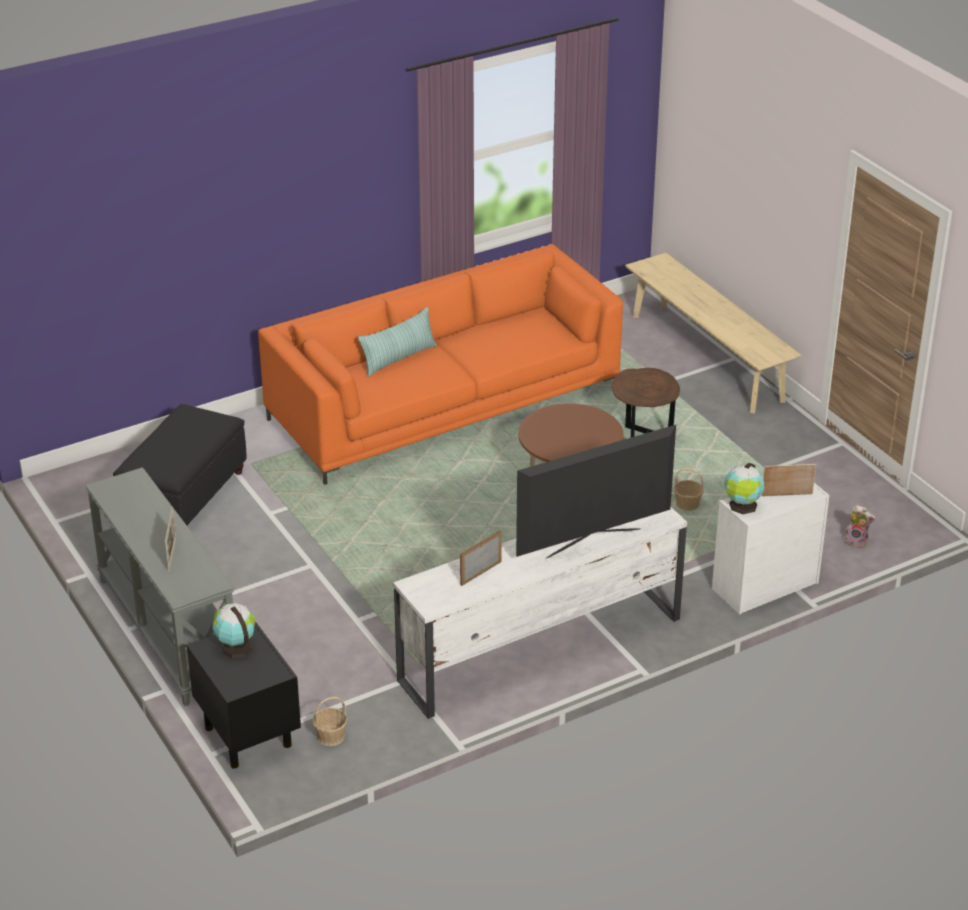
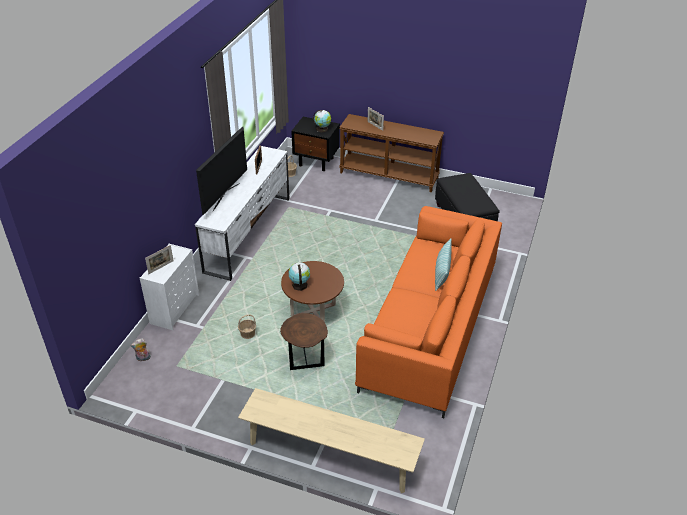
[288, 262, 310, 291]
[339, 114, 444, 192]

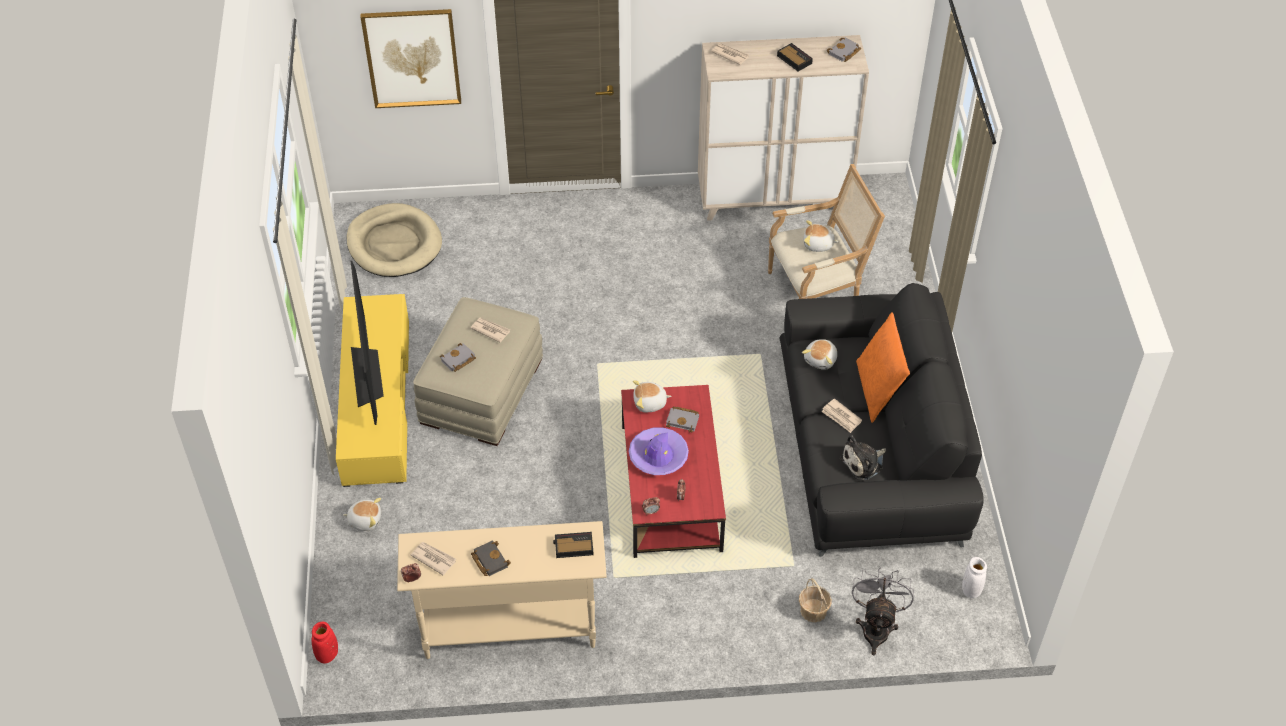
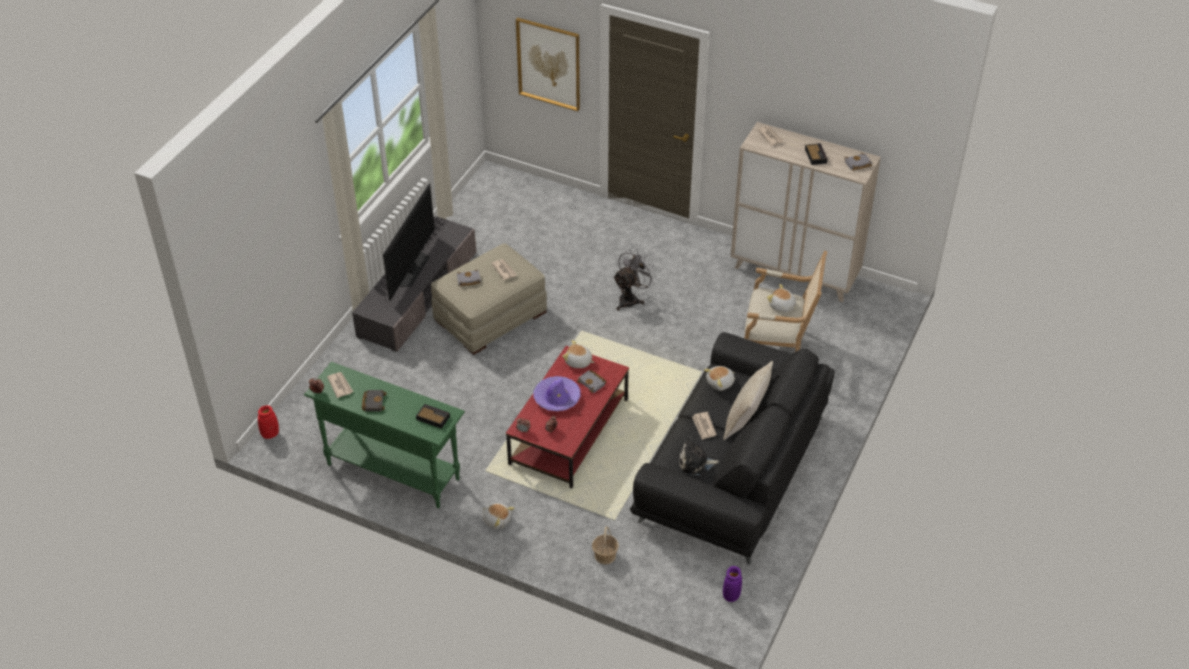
[347, 203, 442, 277] (first image)
[352, 216, 476, 352]
[723, 361, 773, 440]
[482, 503, 515, 529]
[304, 362, 465, 508]
[723, 566, 742, 602]
[613, 249, 657, 311]

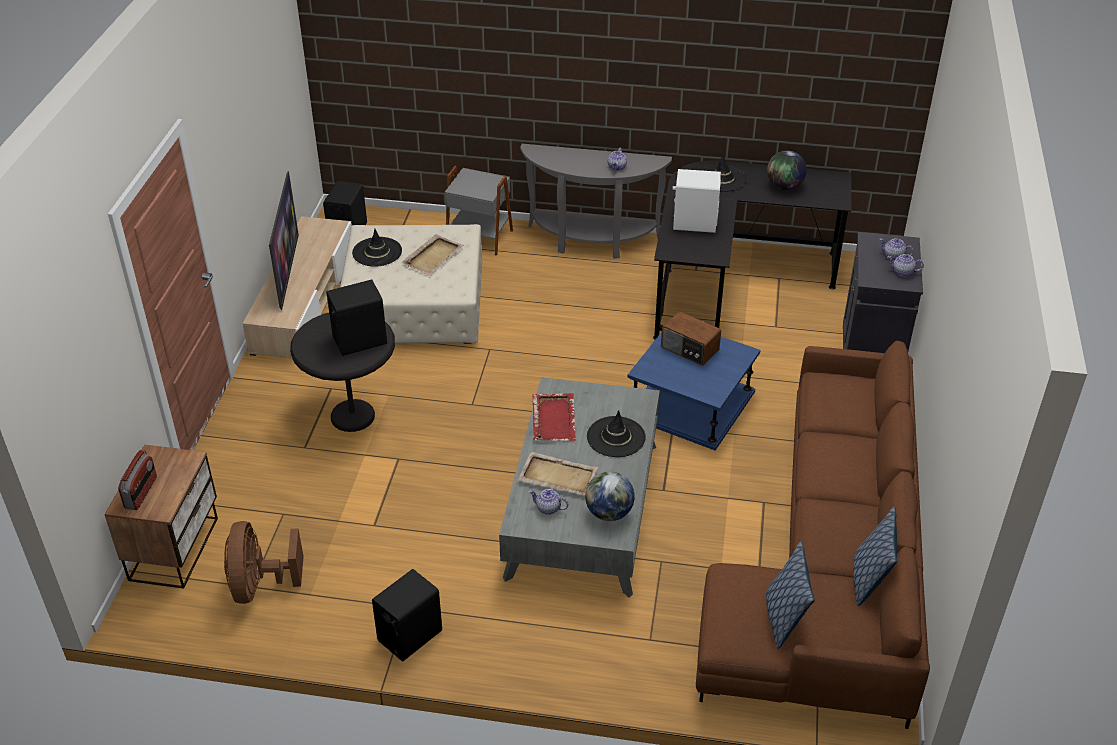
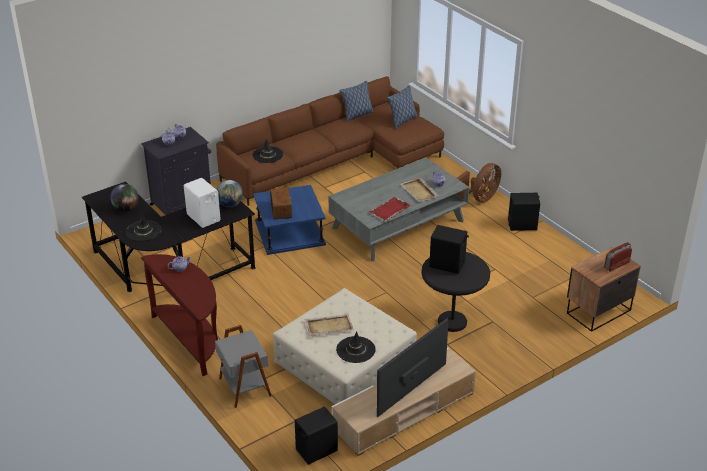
[141, 254, 218, 376]
[252, 139, 283, 163]
[216, 180, 243, 207]
[457, 163, 501, 202]

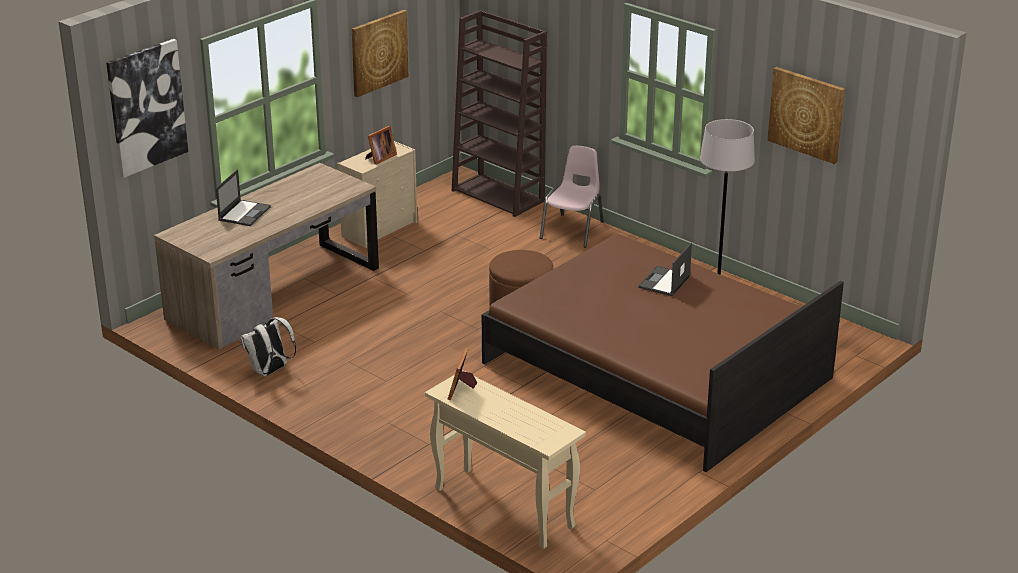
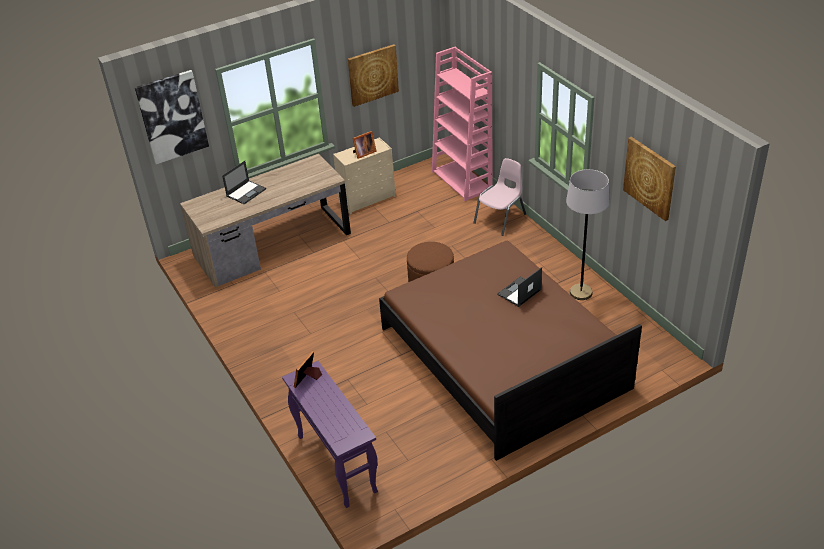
[432, 47, 493, 201]
[240, 317, 296, 377] (first image)
[282, 361, 378, 508]

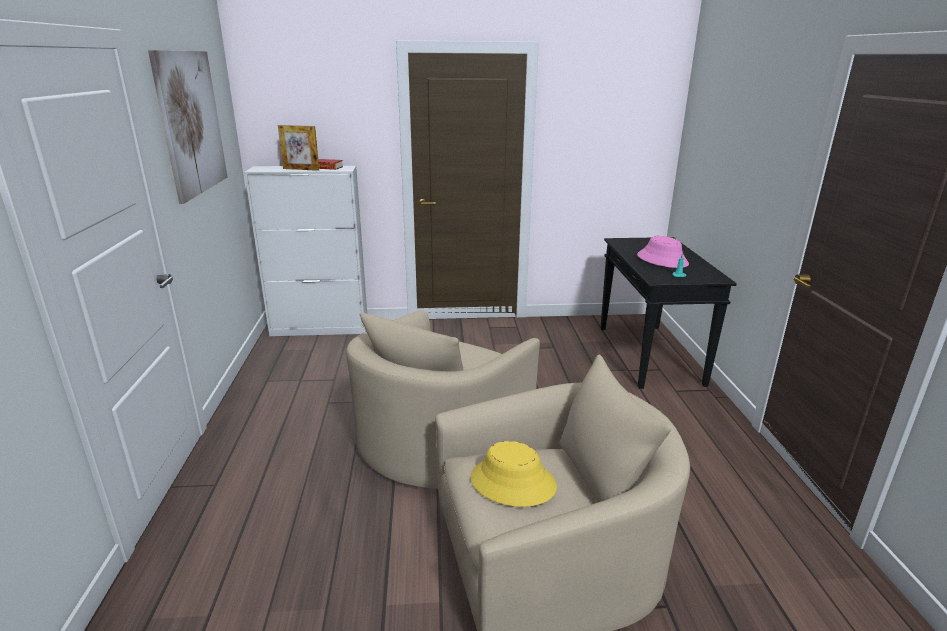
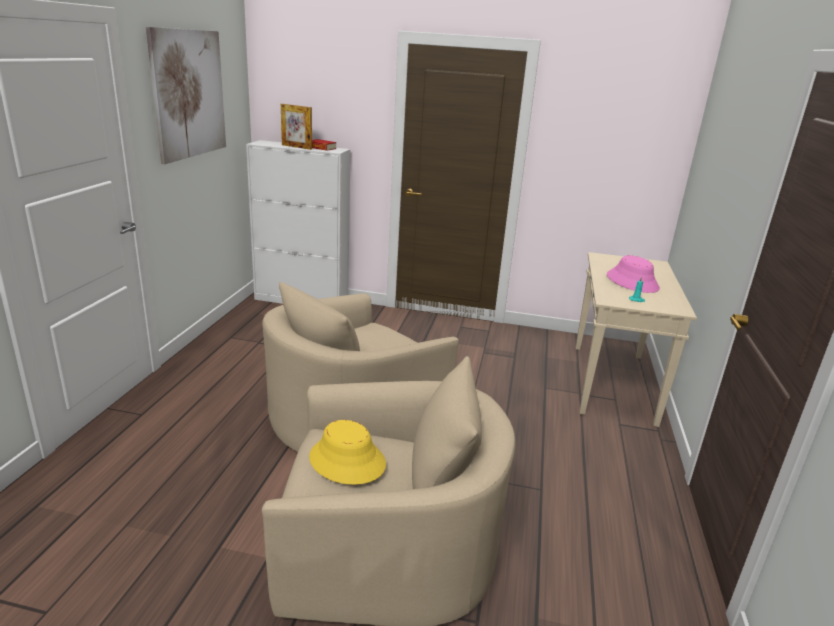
[576, 252, 697, 427]

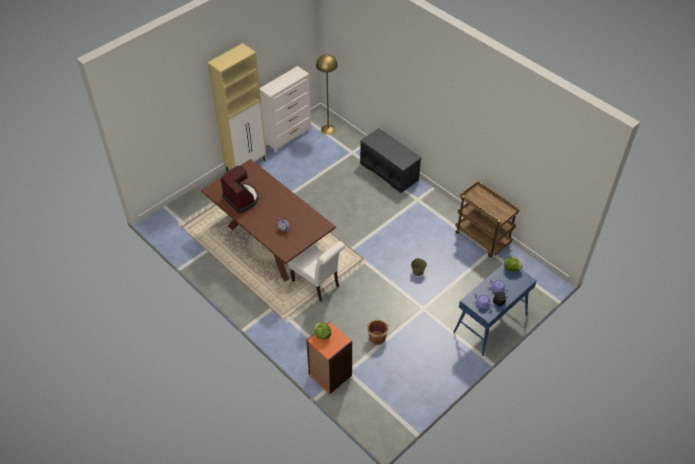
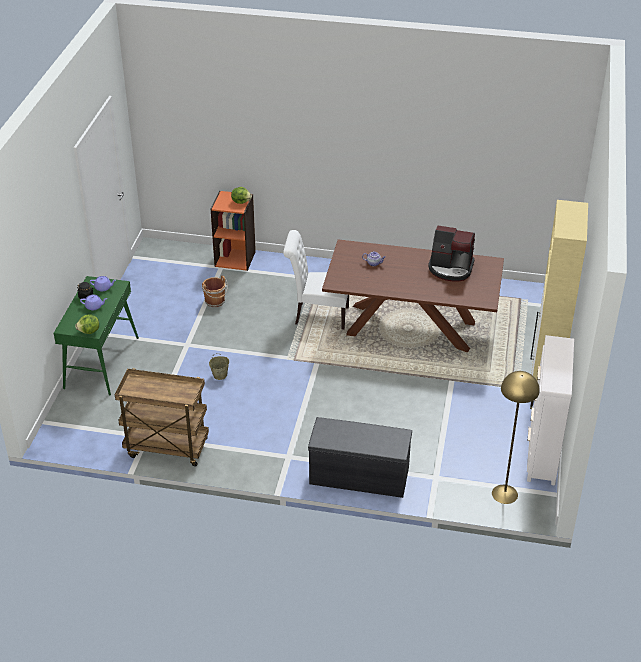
[54, 276, 139, 396]

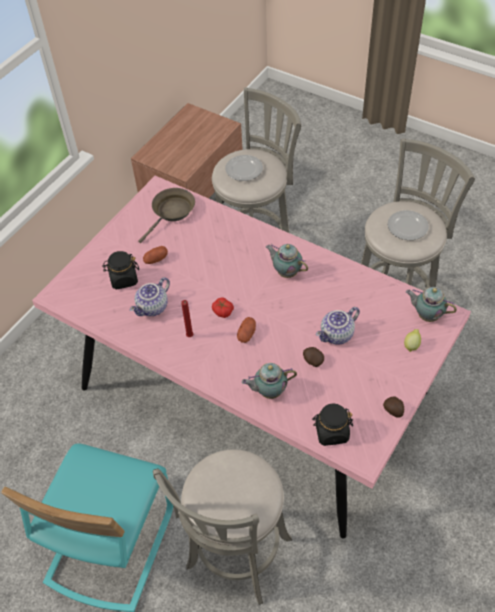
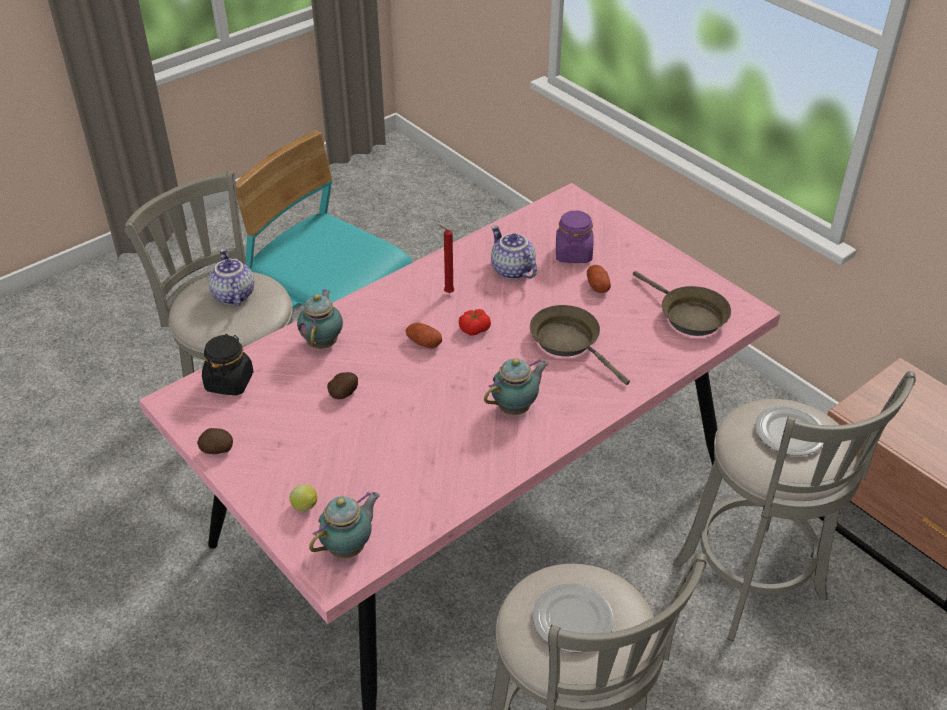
[556, 210, 594, 263]
[209, 249, 254, 306]
[530, 305, 630, 385]

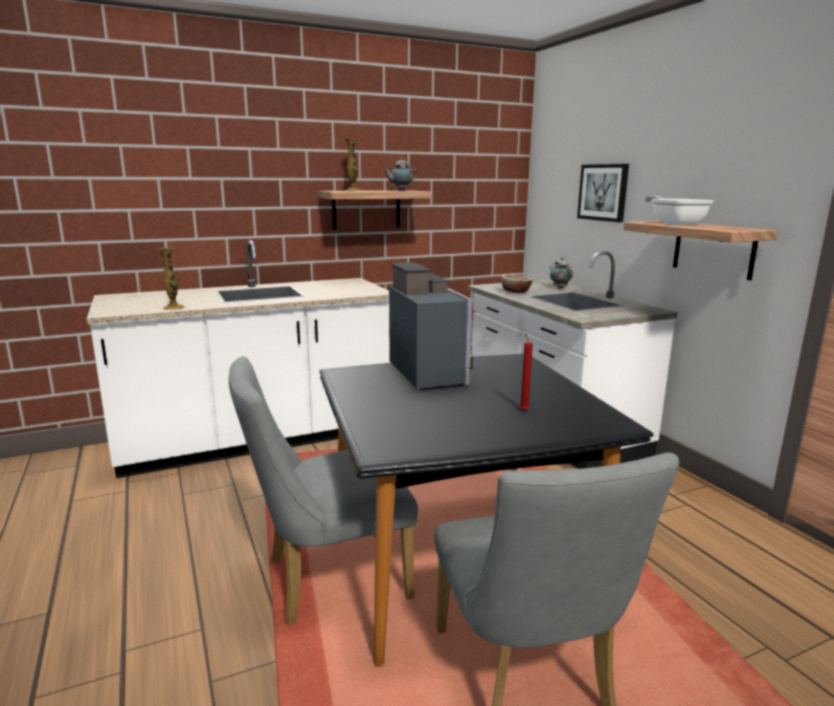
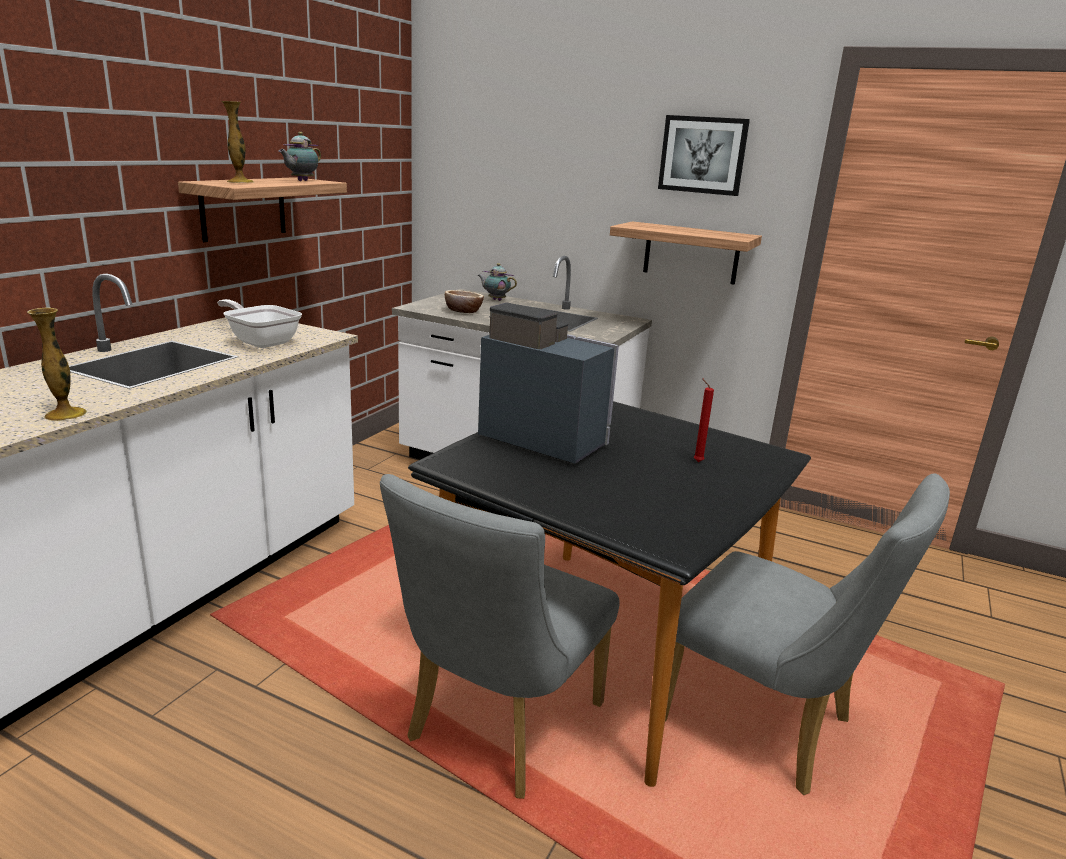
[658, 115, 750, 196]
[217, 299, 302, 348]

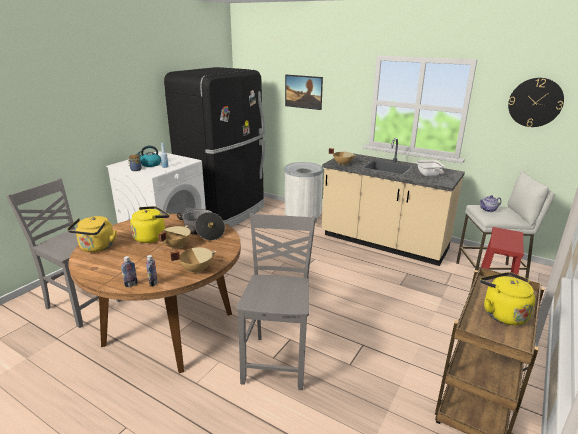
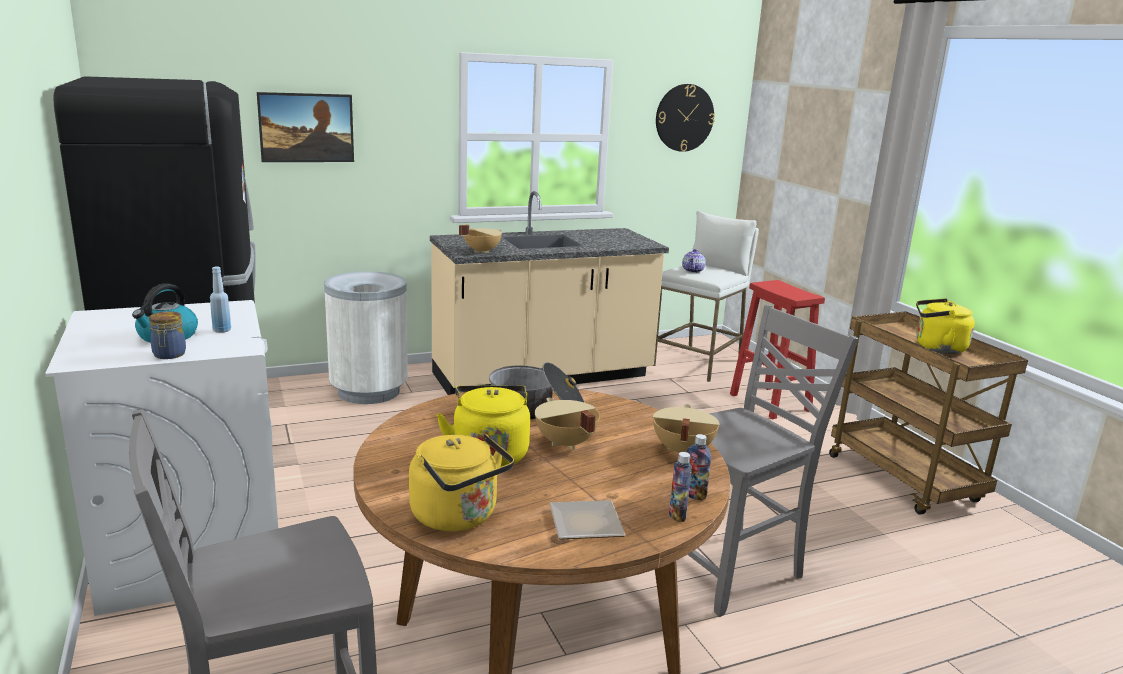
[416, 160, 444, 176] (first image)
[688, 305, 859, 617]
[549, 500, 625, 540]

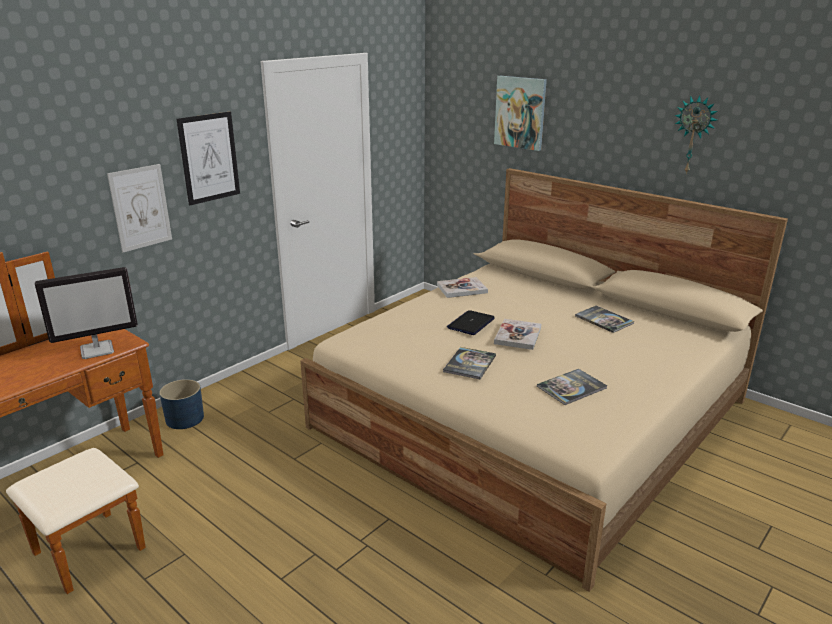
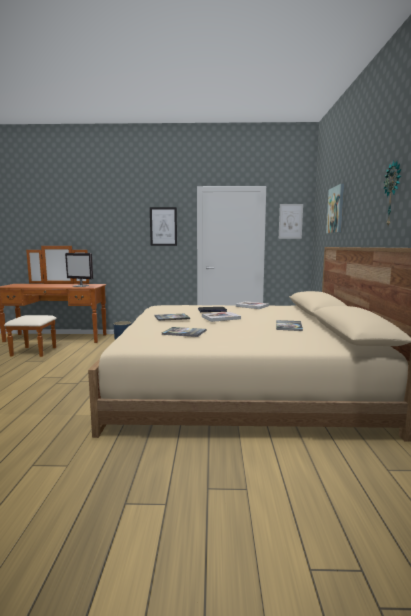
[279, 204, 303, 239]

